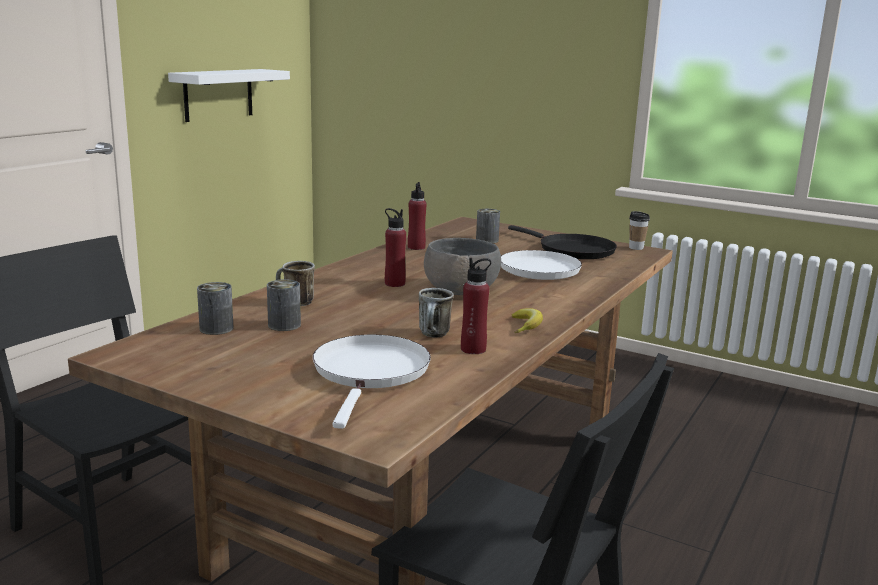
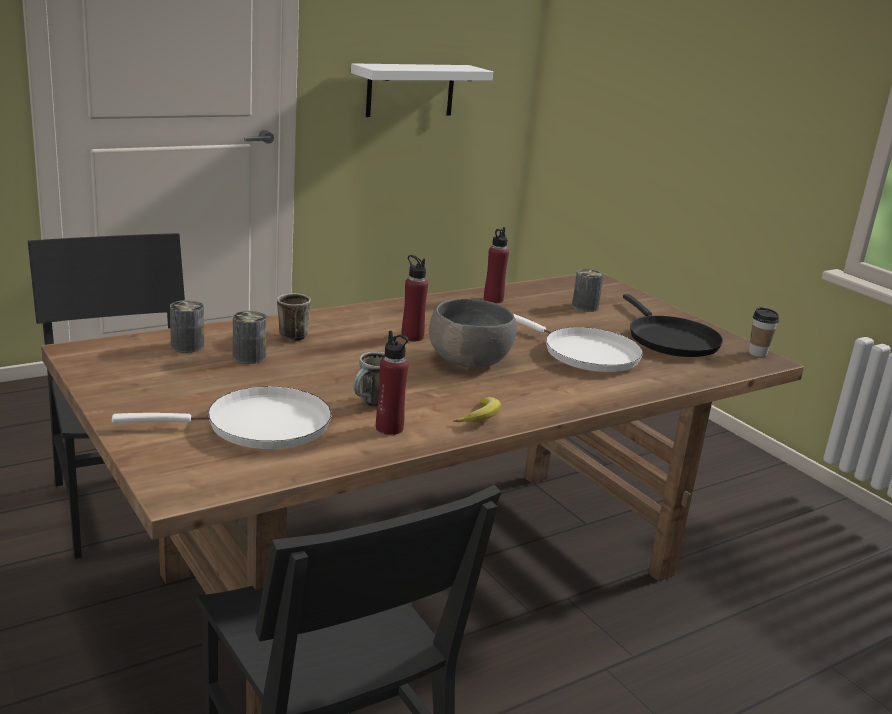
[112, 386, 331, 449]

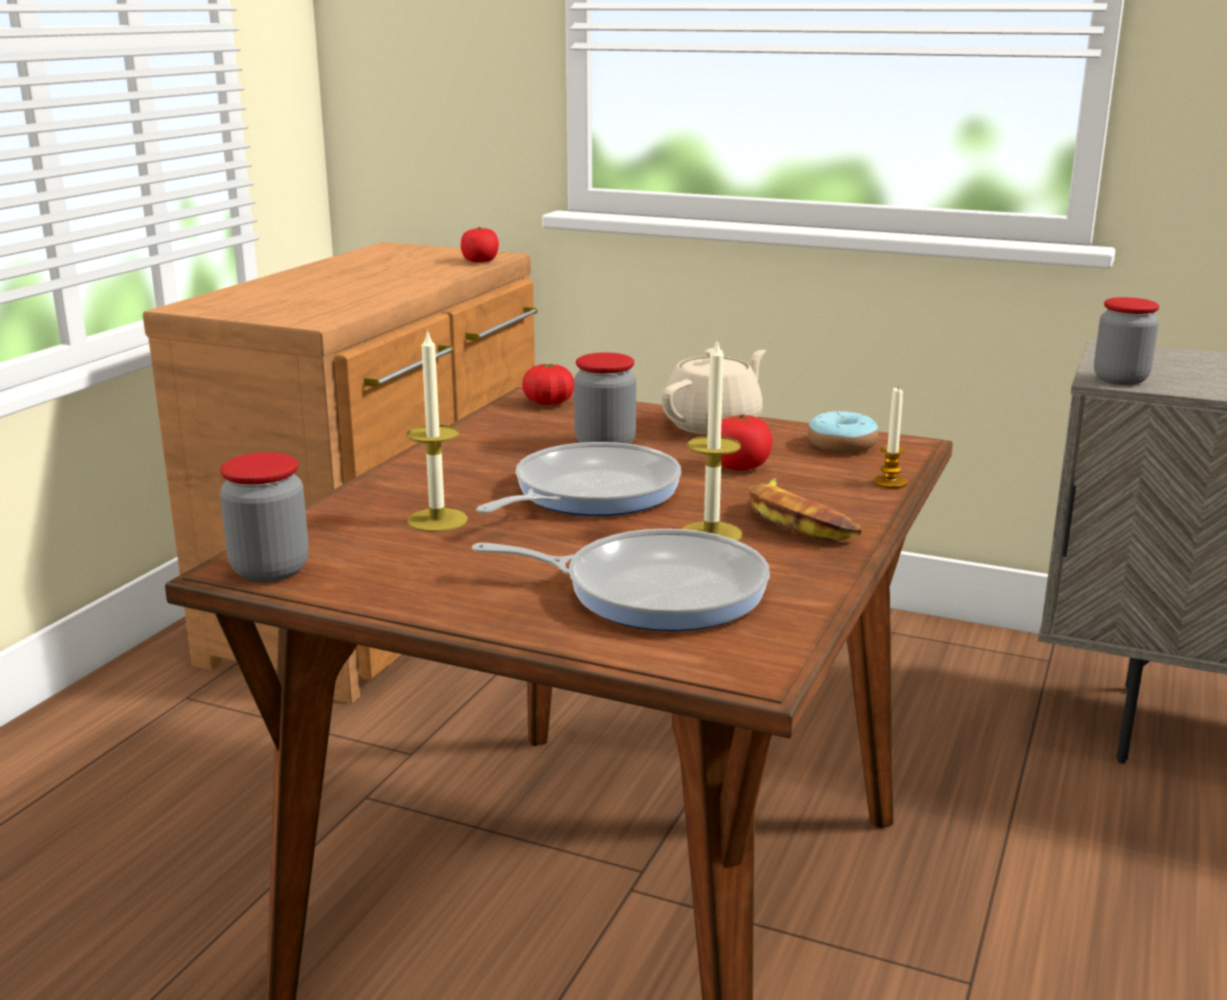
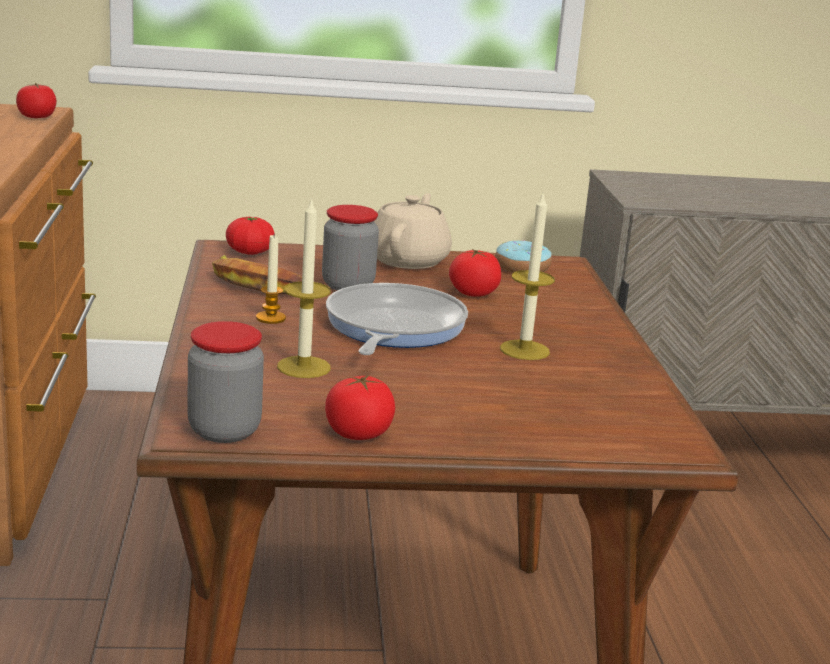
[1094, 297, 1159, 385] (first image)
[256, 235, 286, 324]
[212, 255, 302, 294]
[472, 529, 770, 631] (first image)
[325, 375, 395, 440]

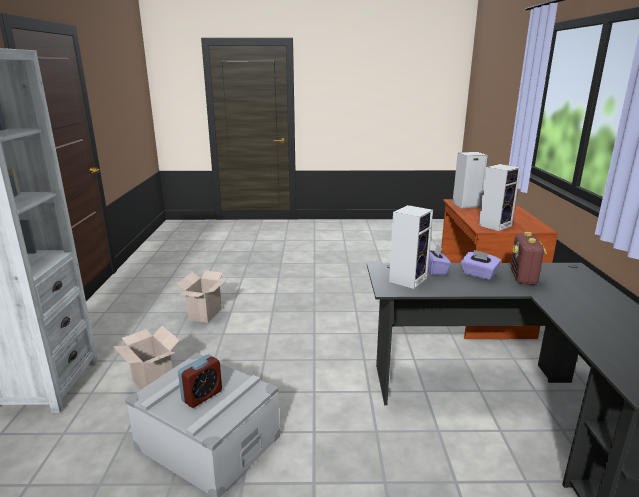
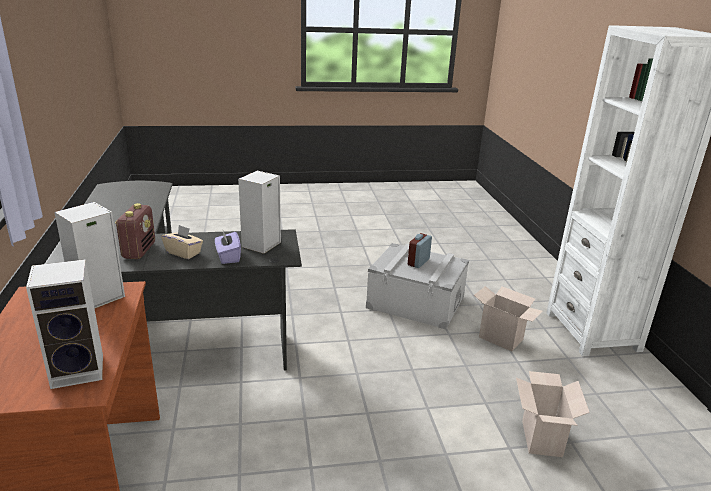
[161, 225, 203, 259]

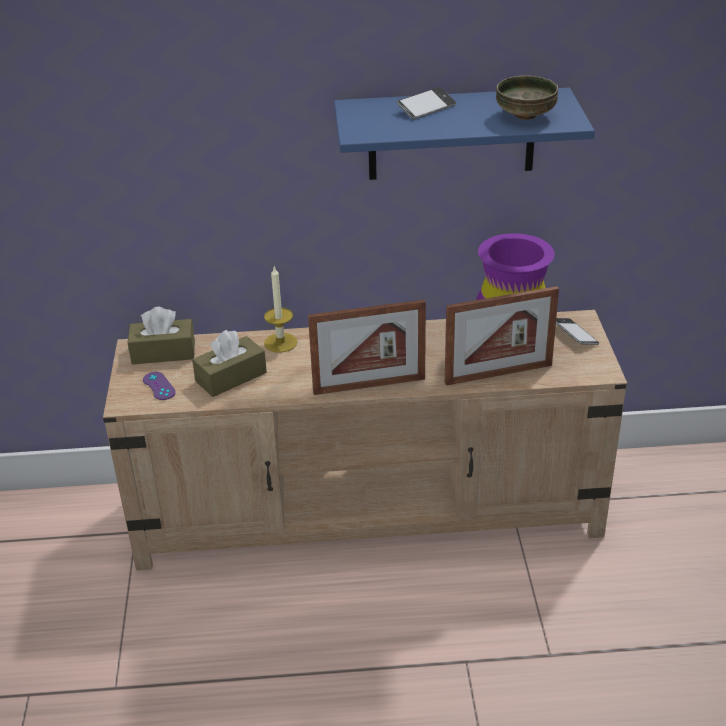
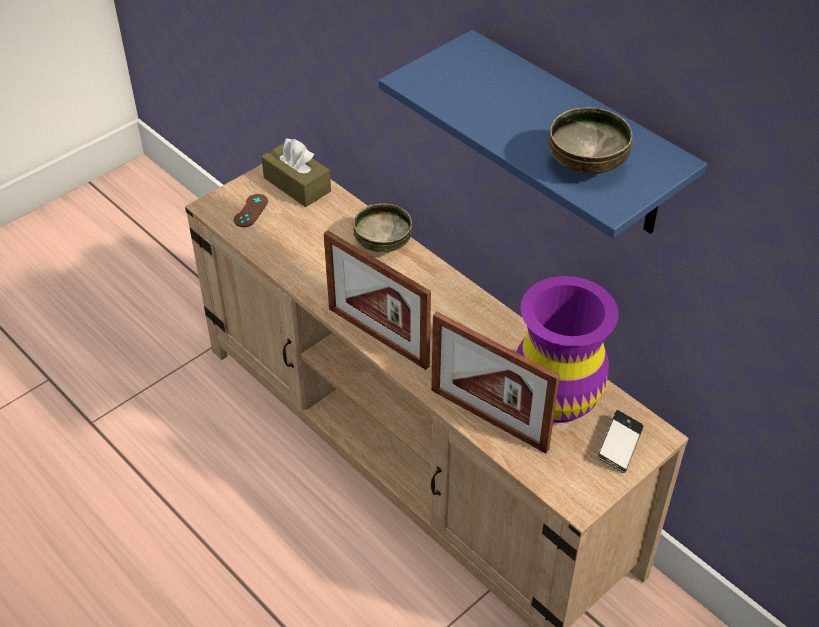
[397, 87, 456, 119] (first image)
[353, 203, 412, 253]
[192, 330, 267, 397] (first image)
[234, 194, 268, 227]

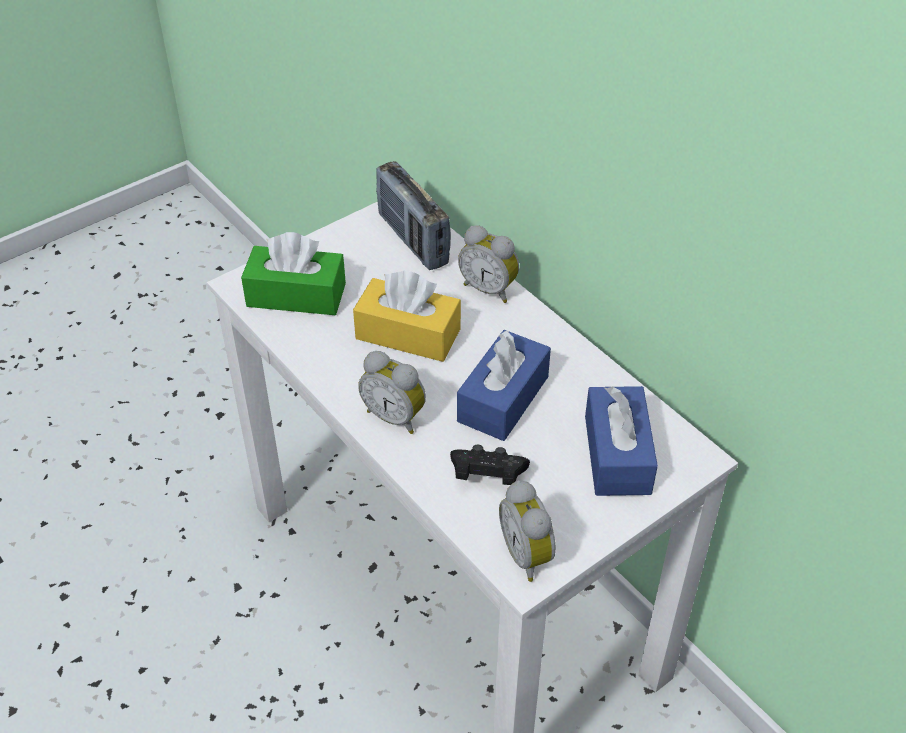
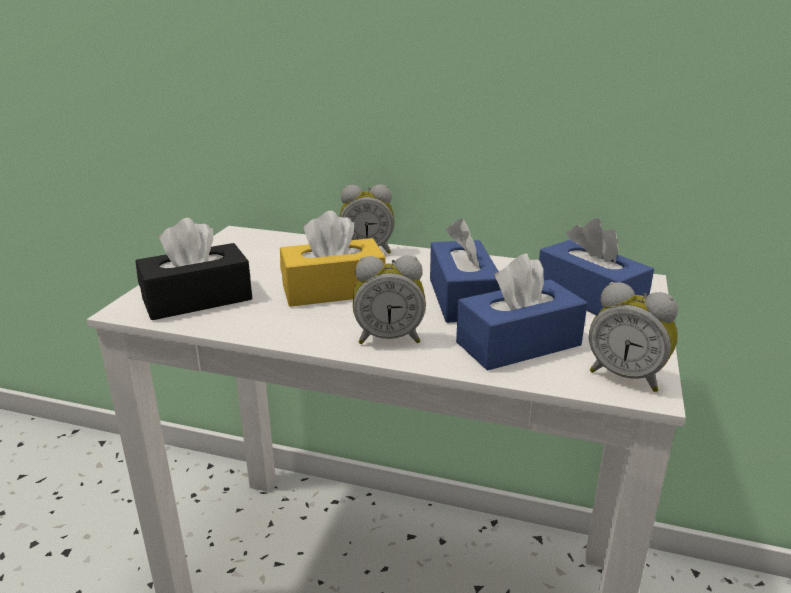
[376, 161, 451, 270] (first image)
[135, 218, 252, 320]
[456, 253, 587, 371]

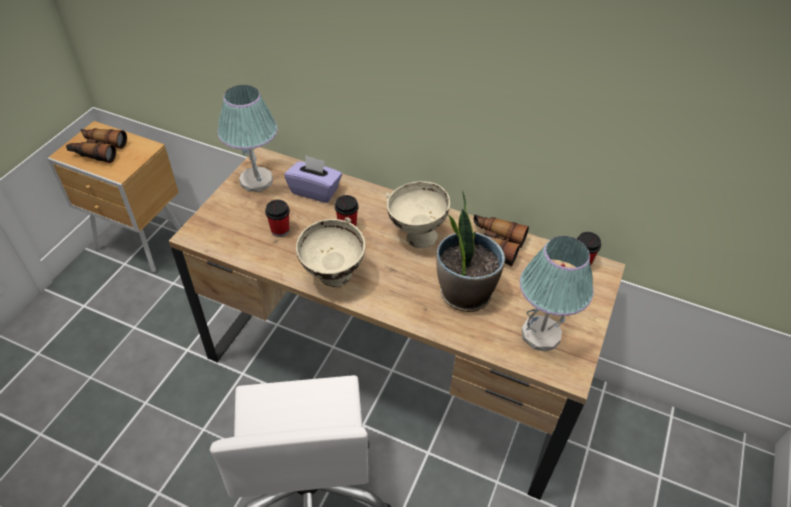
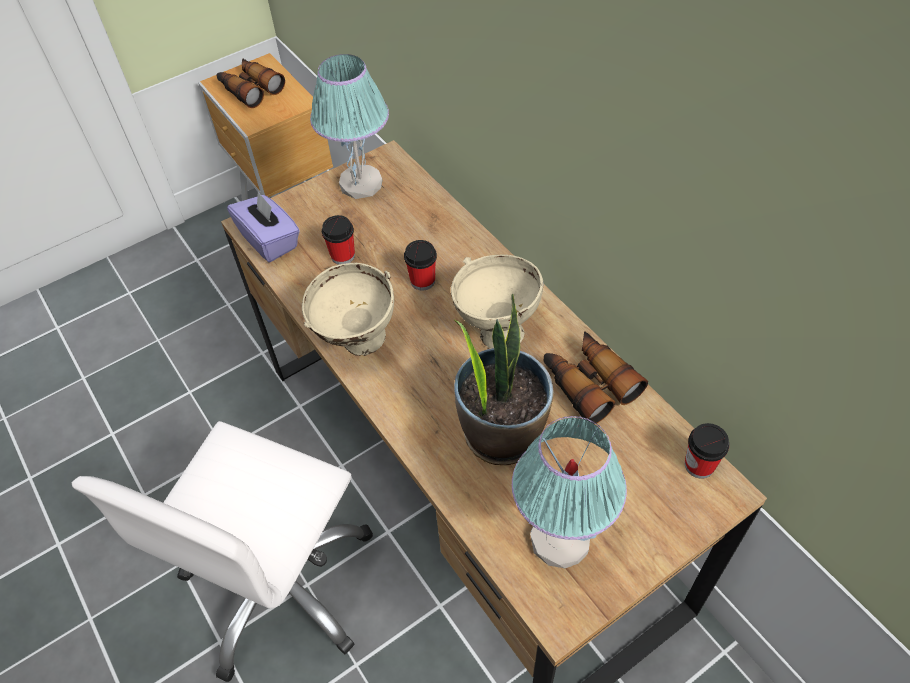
[227, 191, 300, 262]

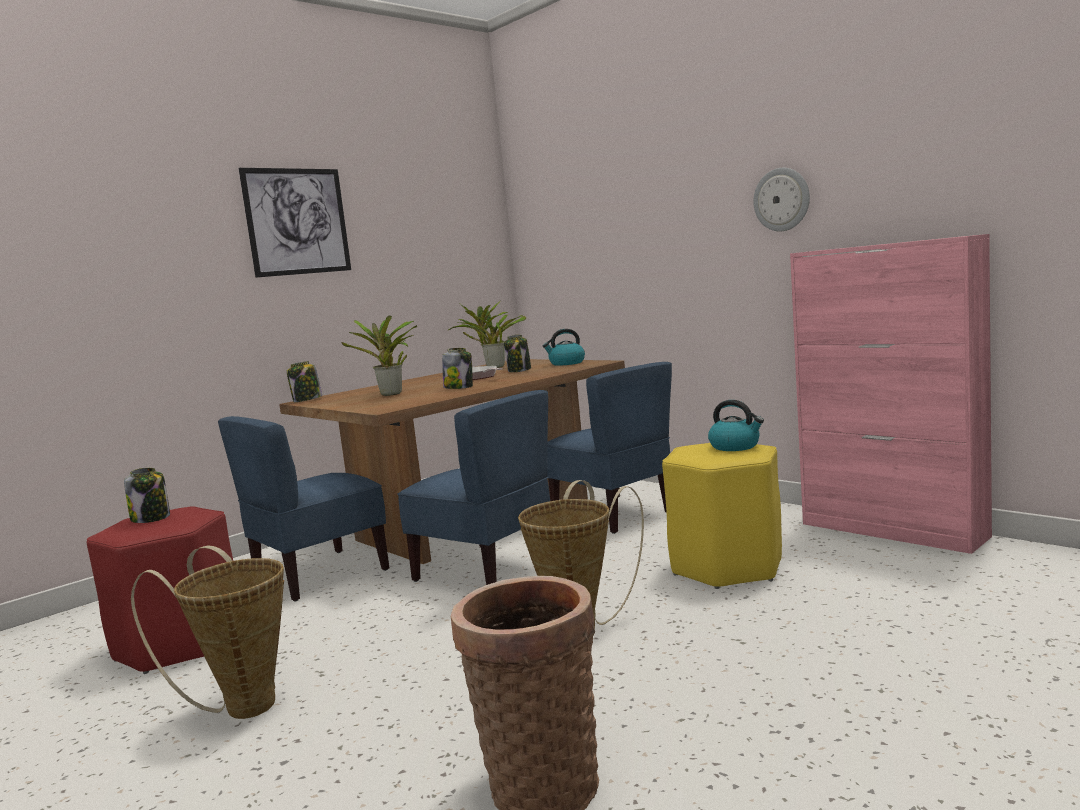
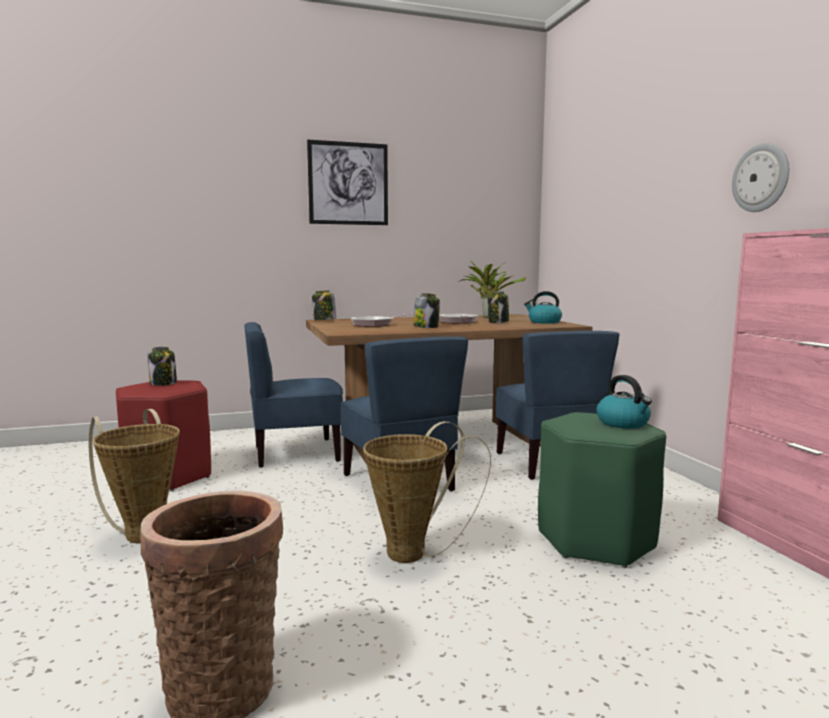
[351, 314, 414, 327]
[538, 412, 666, 568]

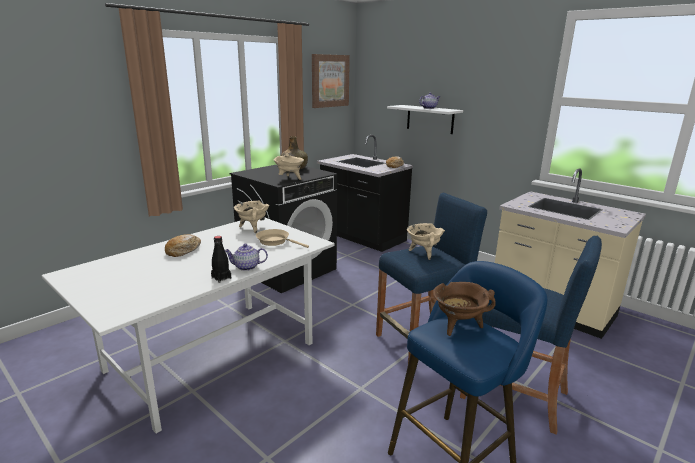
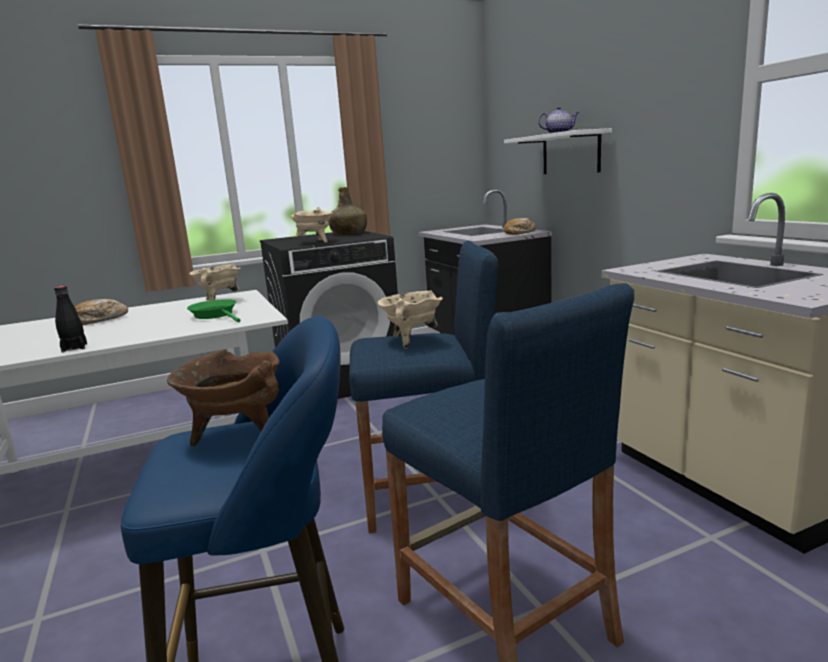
[312, 54, 350, 108] (first image)
[187, 299, 241, 322]
[225, 244, 268, 271] (first image)

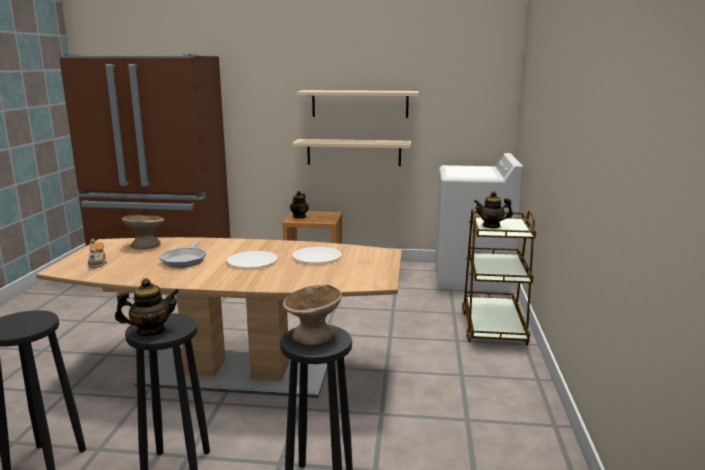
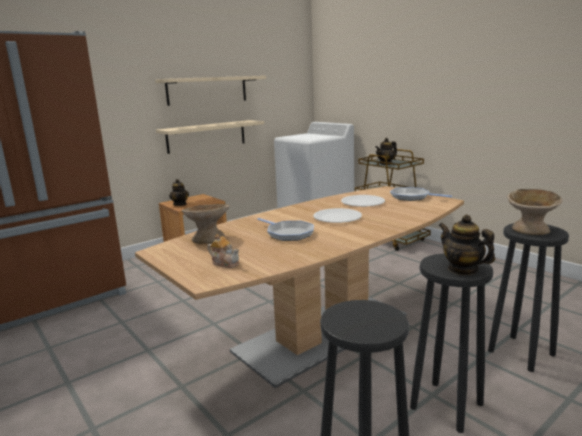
[439, 215, 495, 275]
[390, 187, 452, 201]

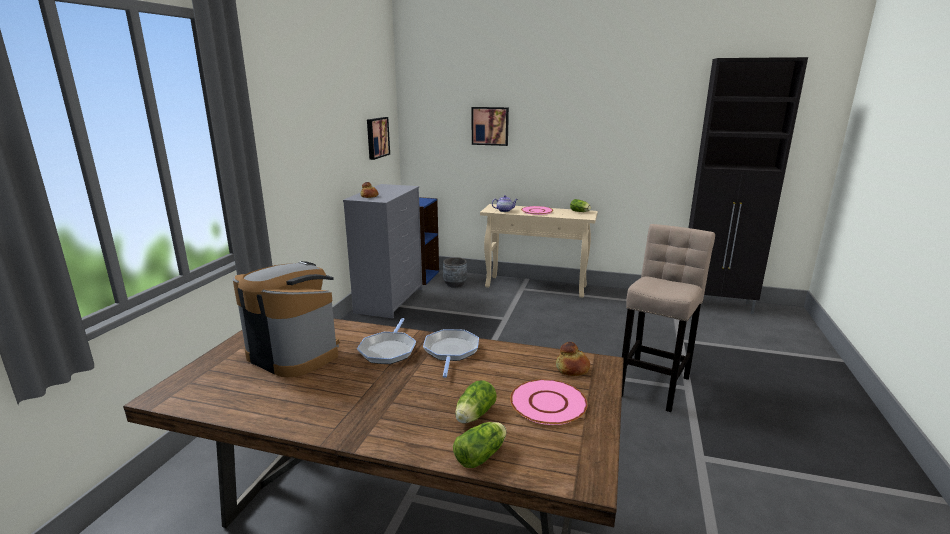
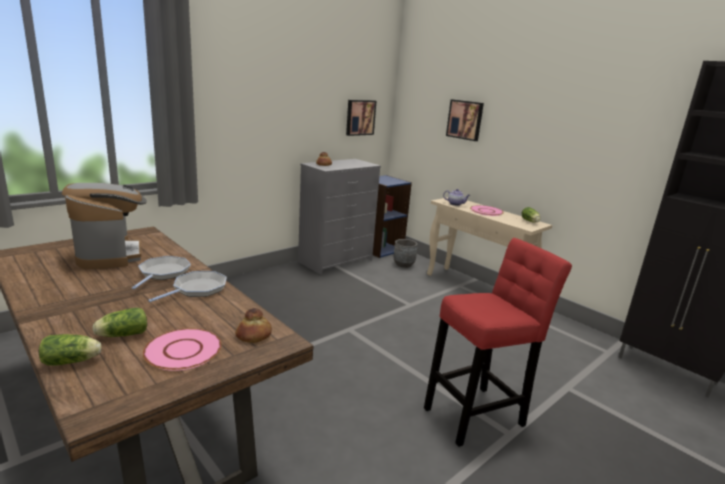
[424, 238, 572, 447]
[132, 256, 191, 289]

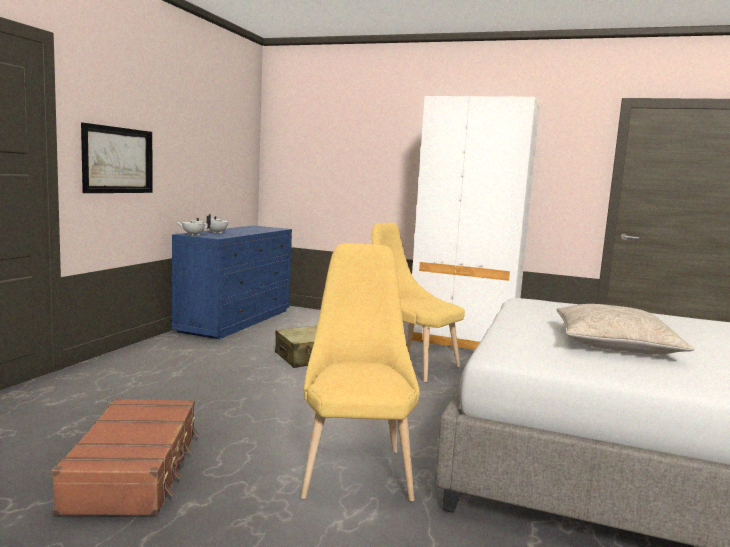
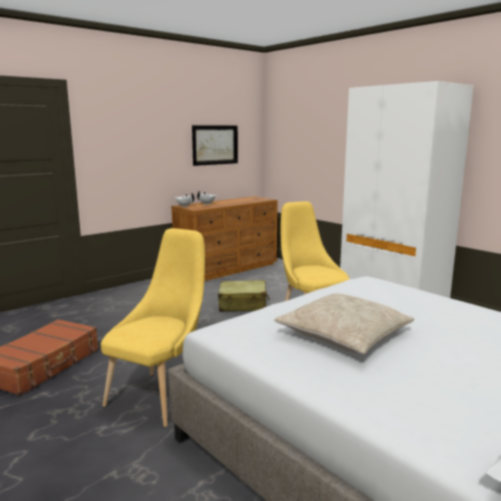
[192, 125, 238, 166]
[171, 196, 278, 281]

